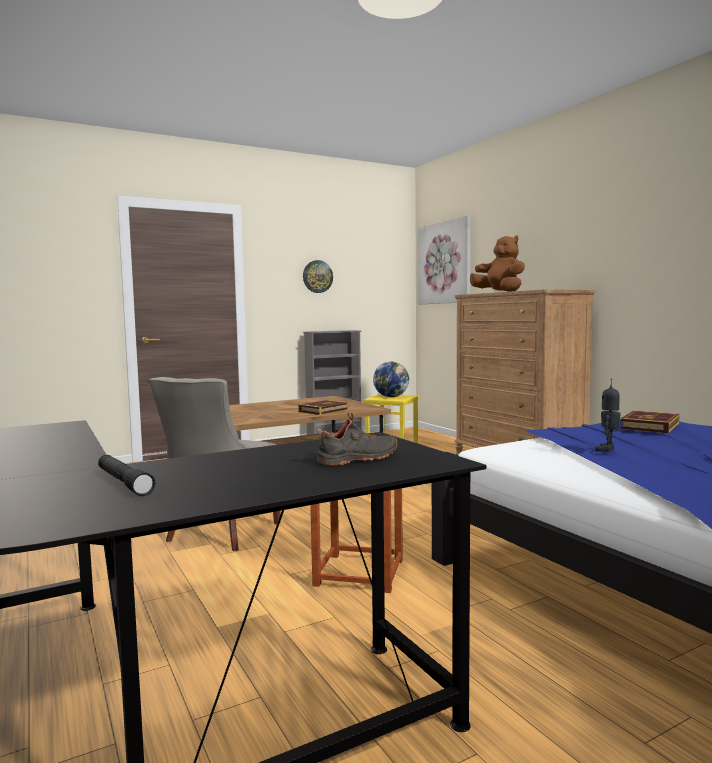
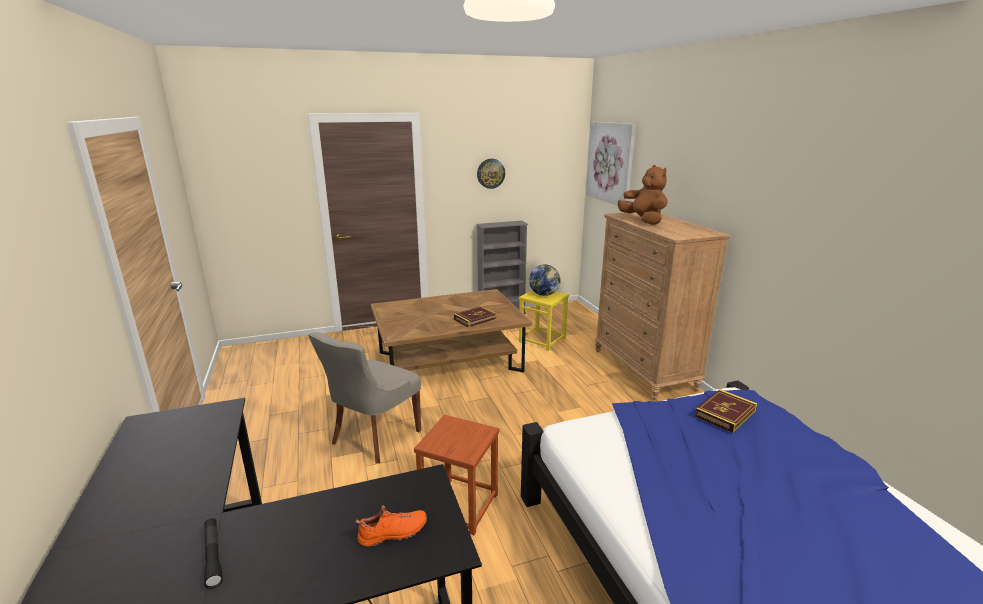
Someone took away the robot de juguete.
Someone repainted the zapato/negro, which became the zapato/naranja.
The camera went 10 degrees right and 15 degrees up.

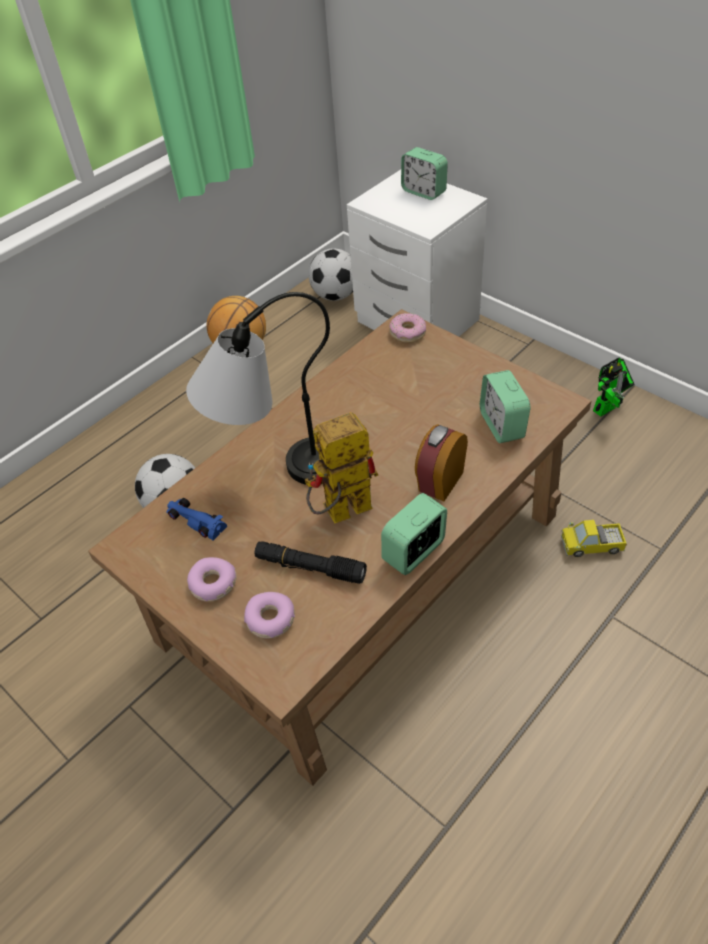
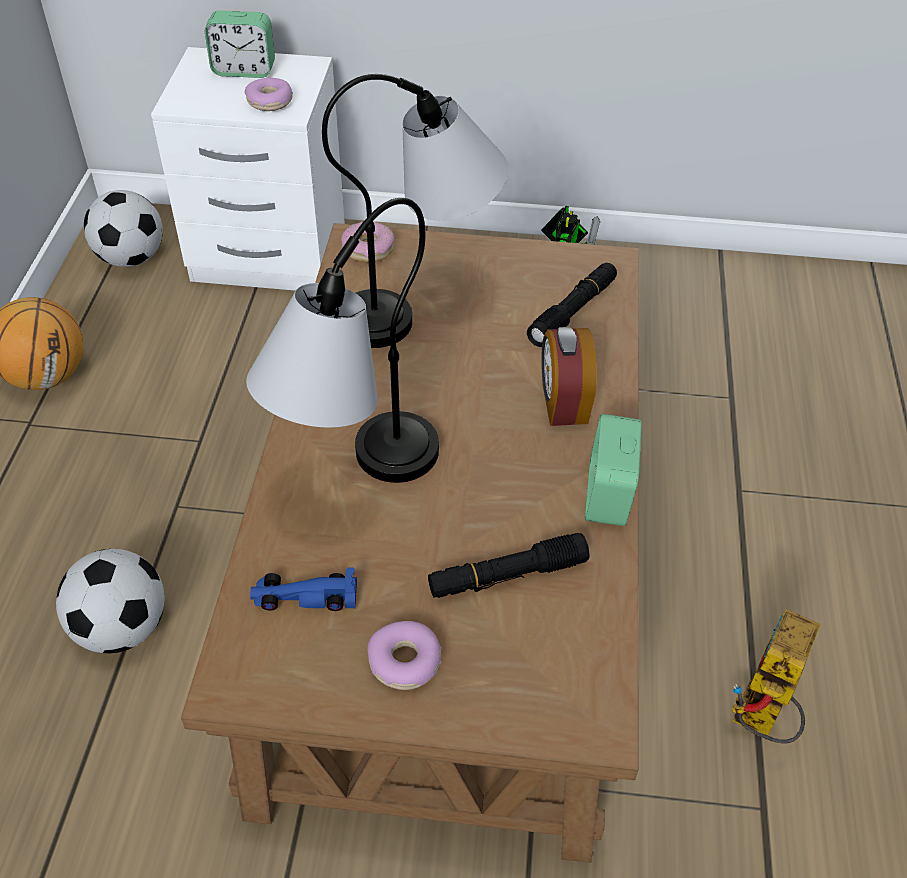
Someone swapped the despertador (no. 4 from left) for the linterna/negro (no. 2 from left).
Someone carried the robot de juguete (no. 1 from left in the first image).
Someone took away the camión de juguete.
Someone carried the rosquilla (no. 2 from left in the first image).
Someone put down the lámpara de mesa (no. 2 from left).
The camera went 40 degrees left and 0 degrees up.

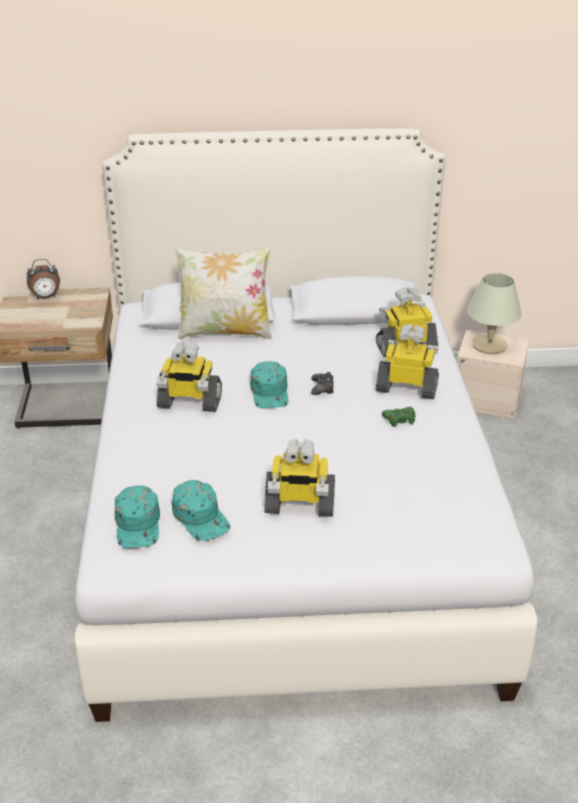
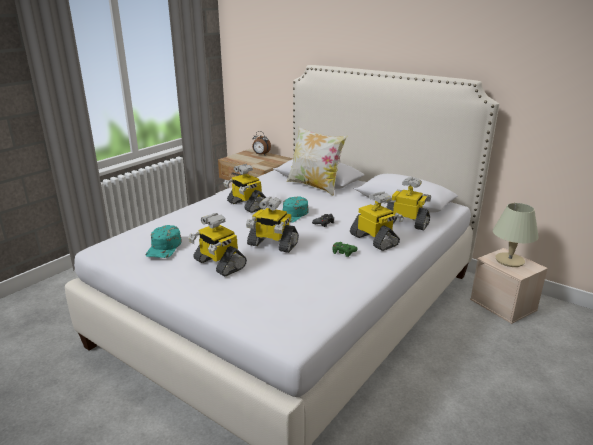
Someone took away the gorra/turquesa (no. 1 from left).
Someone put down the robot de juguete (no. 3 from left).
The camera went 40 degrees right and 10 degrees down.

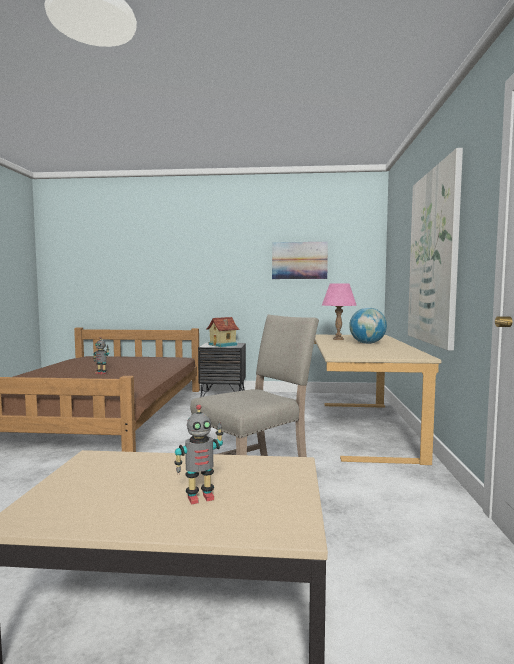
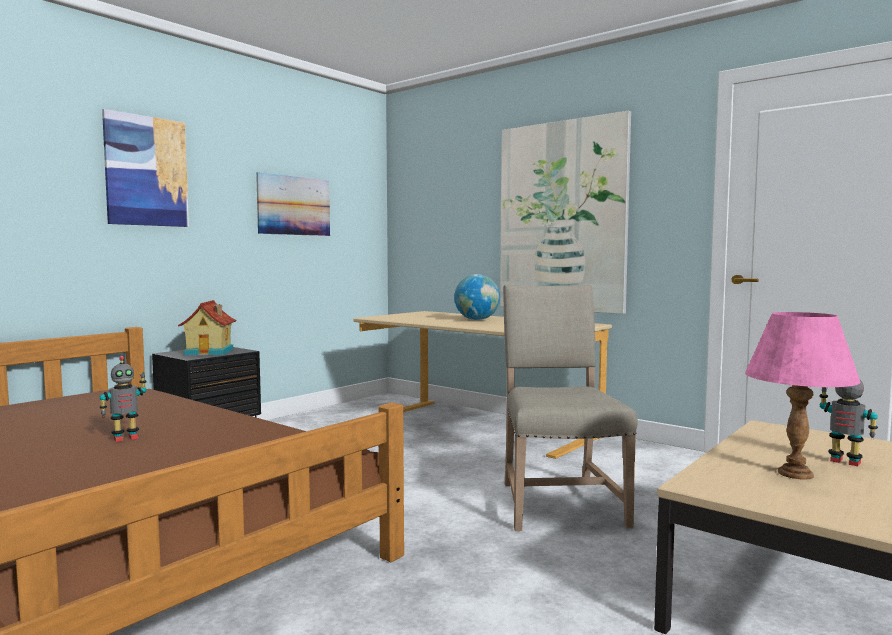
Someone carried the lámpara de mesa/rosa.
Someone rotated the robot de juguete (no. 2 from left) by 60 degrees counterclockwise.
Someone put up the cuadro (no. 1 from left).
The camera went 55 degrees left and 0 degrees up.

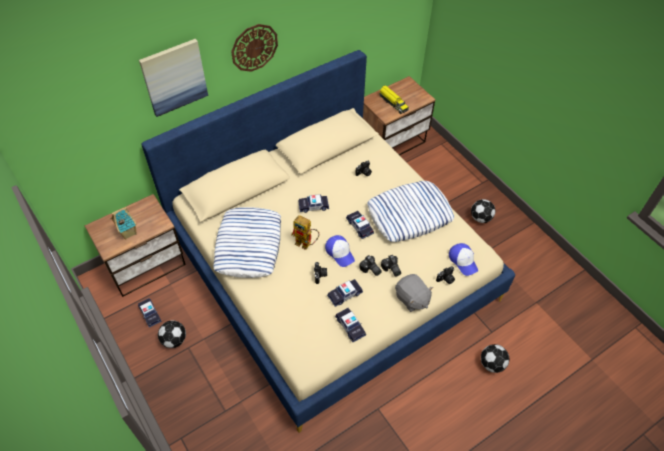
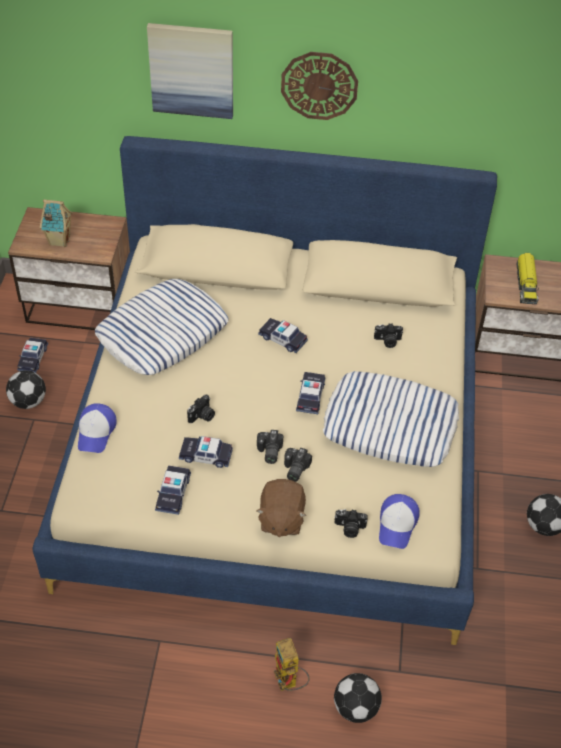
Someone carried the robot de juguete.
Someone carried the gorra (no. 1 from left).
Someone repainted the peluche/gris, which became the peluche/marrón.
The camera went 40 degrees right and 5 degrees down.

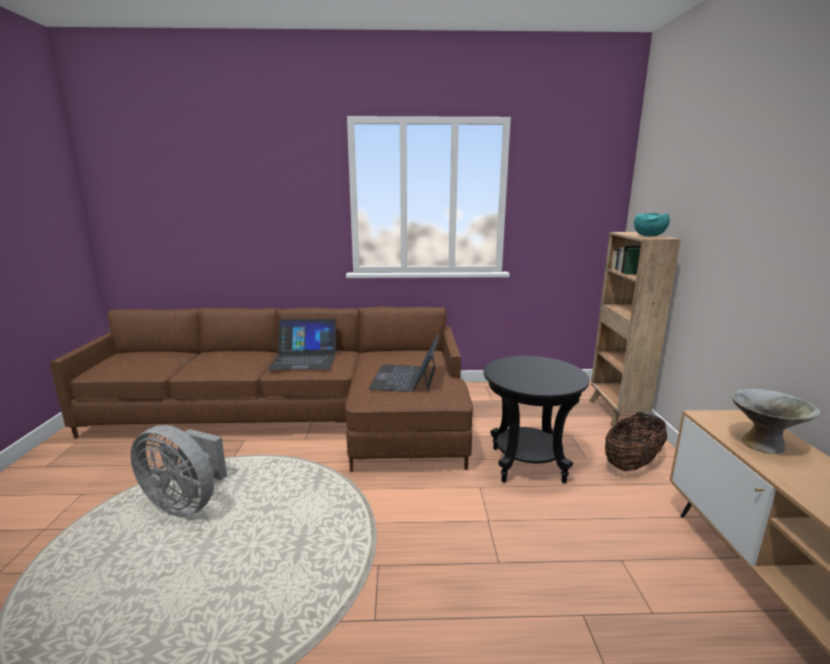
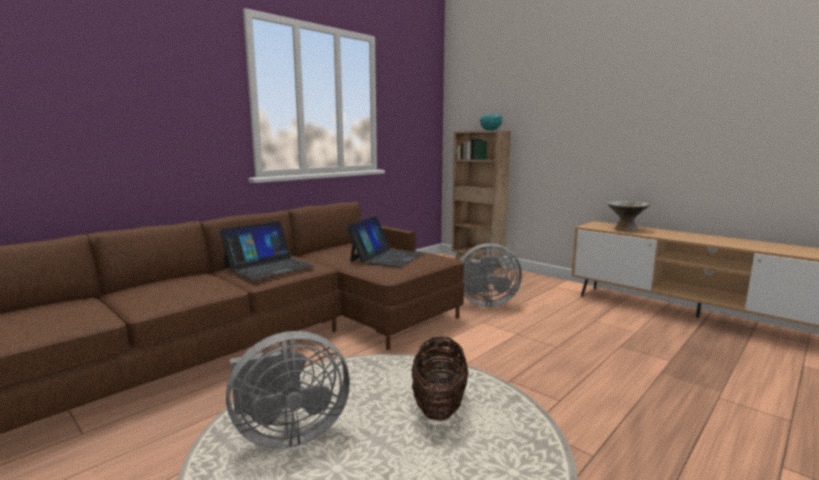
Someone rotated the portátil (no. 2 from left) by 120 degrees counterclockwise.
Someone swapped the mesa auxiliar/negro for the ventilador/gris (no. 2 from left).
Someone carried the cesta.
The camera went 45 degrees left and 5 degrees down.

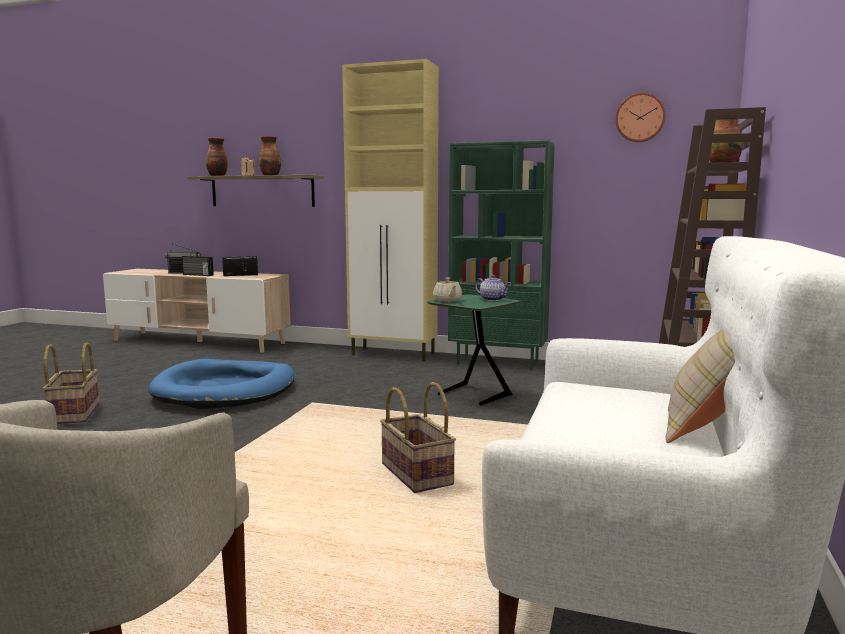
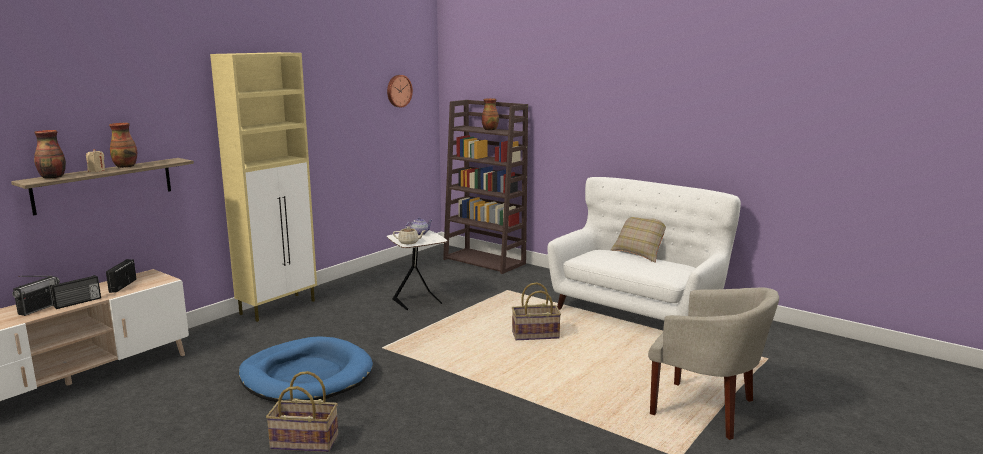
Someone took away the estantería/verde.
Someone repainted the mesa auxiliar/verde, which became the mesa auxiliar/blanco.
The camera went 70 degrees left and 5 degrees up.

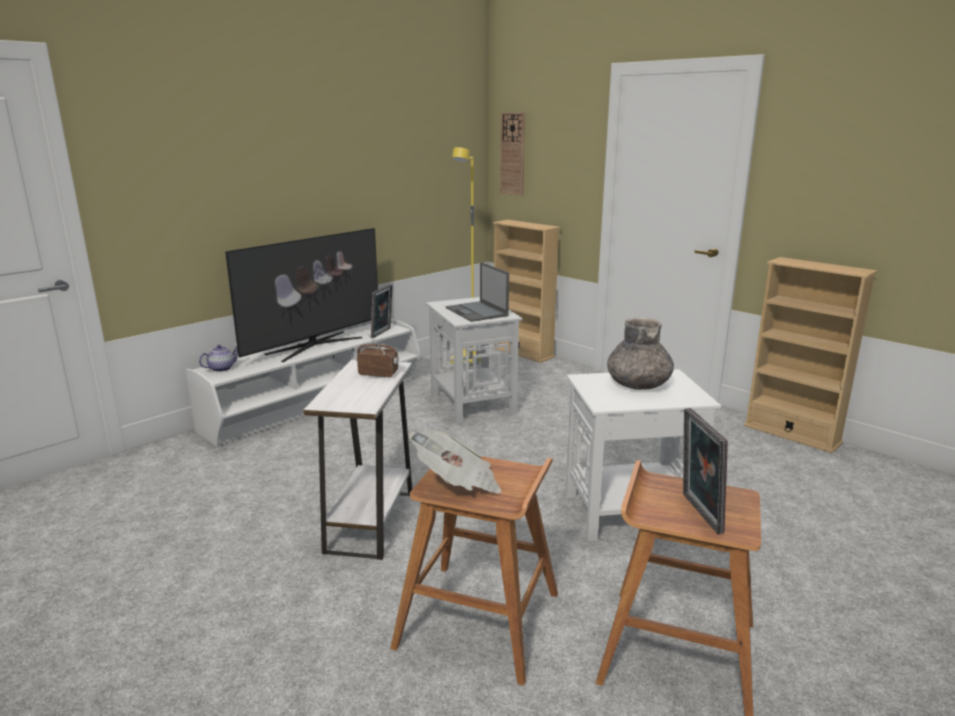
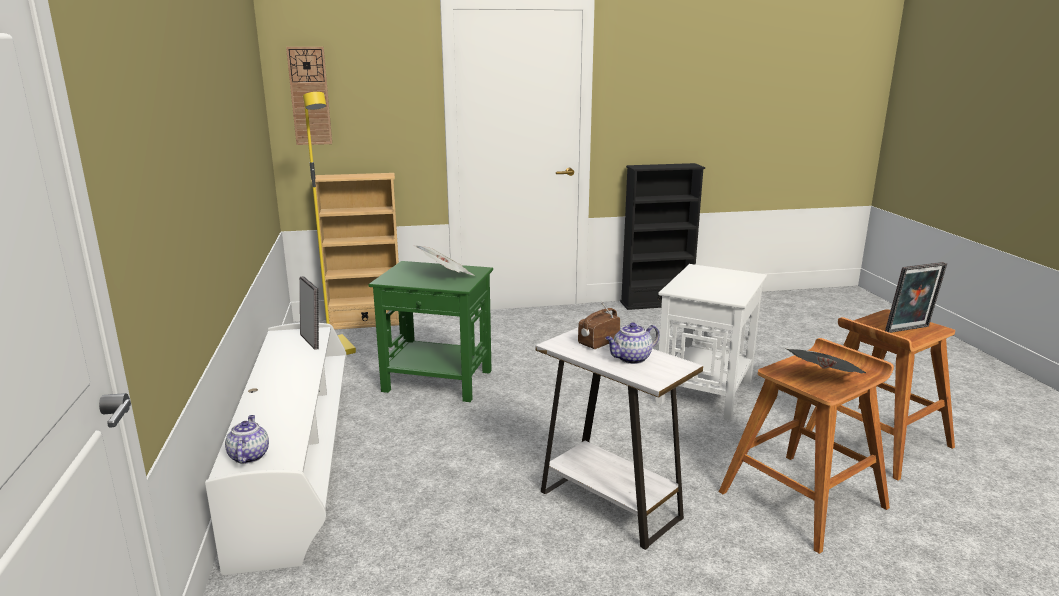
Someone took away the televisor.
Someone repainted the estantería/beis (no. 2 from left), which became the estantería/negro.
Someone swapped the portátil for the periódico (no. 1 from left).
Someone repainted the mesa auxiliar/blanco (no. 2 from left), which became the mesa auxiliar/verde.
Someone took away the florero/gris.
Someone rotated the portarretratos (no. 2 from left) by 45 degrees counterclockwise.
Someone put down the tetera (no. 2 from left).
The camera went 55 degrees left and 0 degrees up.

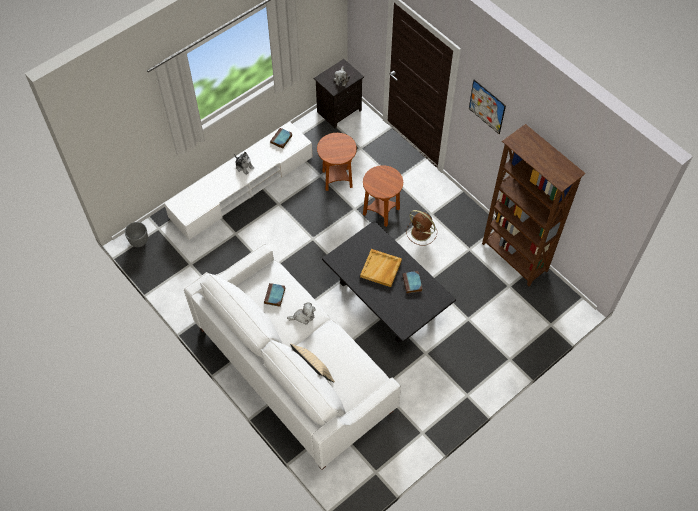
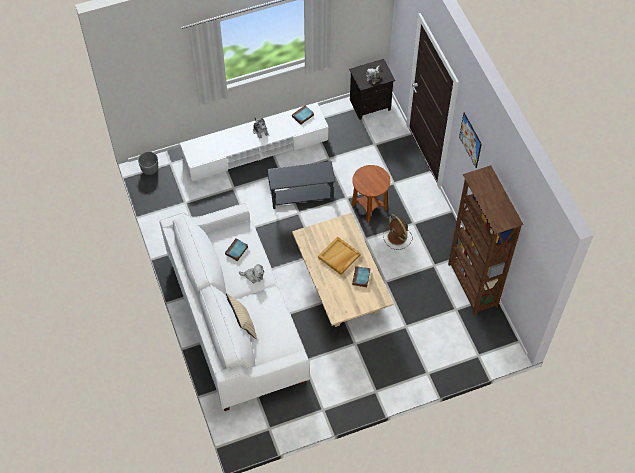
Someone took away the mesa auxiliar/marrón (no. 1 from left).
Someone repainted the mesa de centro/negro, which became the mesa de centro/beis.
Someone put down the mesa auxiliar/gris.
The camera went 20 degrees right and 0 degrees up.

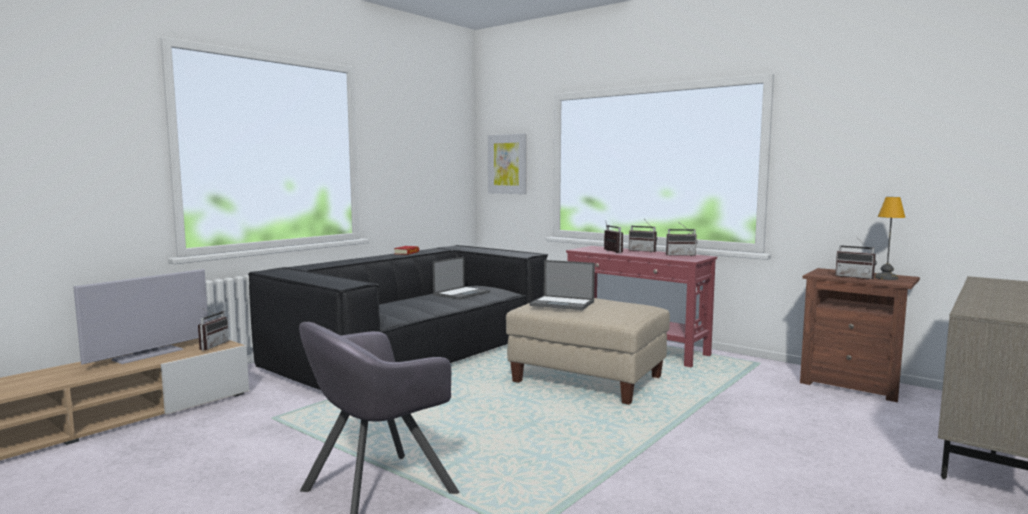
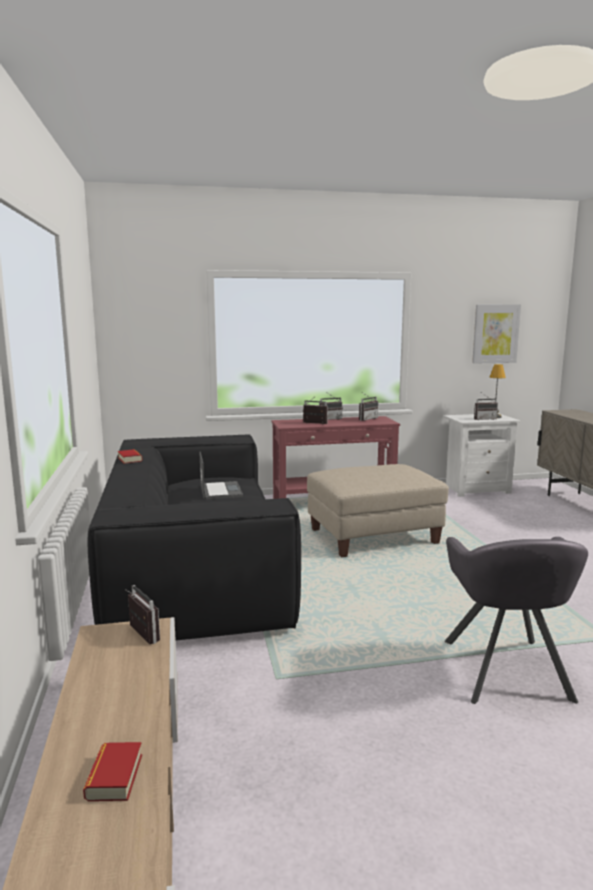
Someone carried the cuadro.
Someone took away the portátil (no. 2 from left).
Someone repainted the mesita de noche/marrón, which became the mesita de noche/blanco.
Someone took away the televisor.
Someone put down the libro (no. 1 from left).
The camera went 50 degrees left and 5 degrees up.

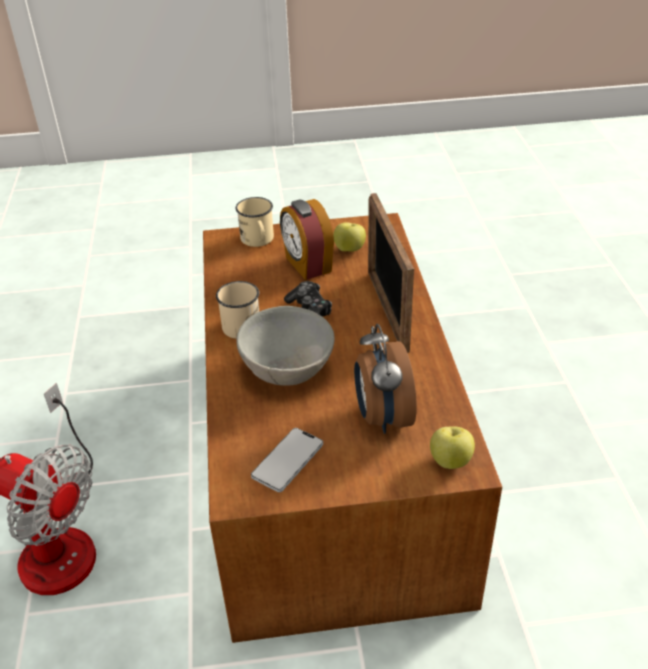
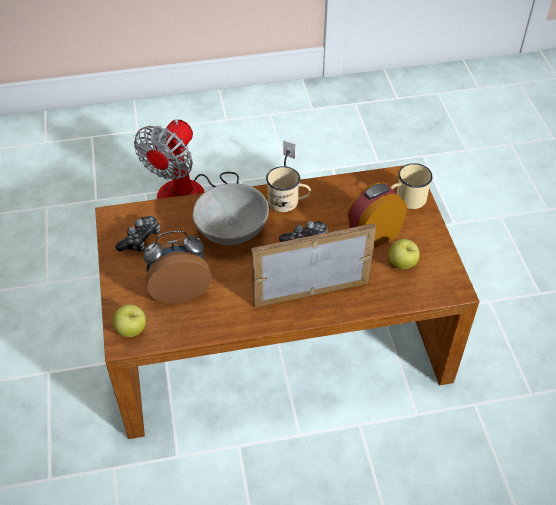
Someone swapped the móvil for the mando de consola (no. 1 from left).
The camera went 85 degrees right and 10 degrees up.

